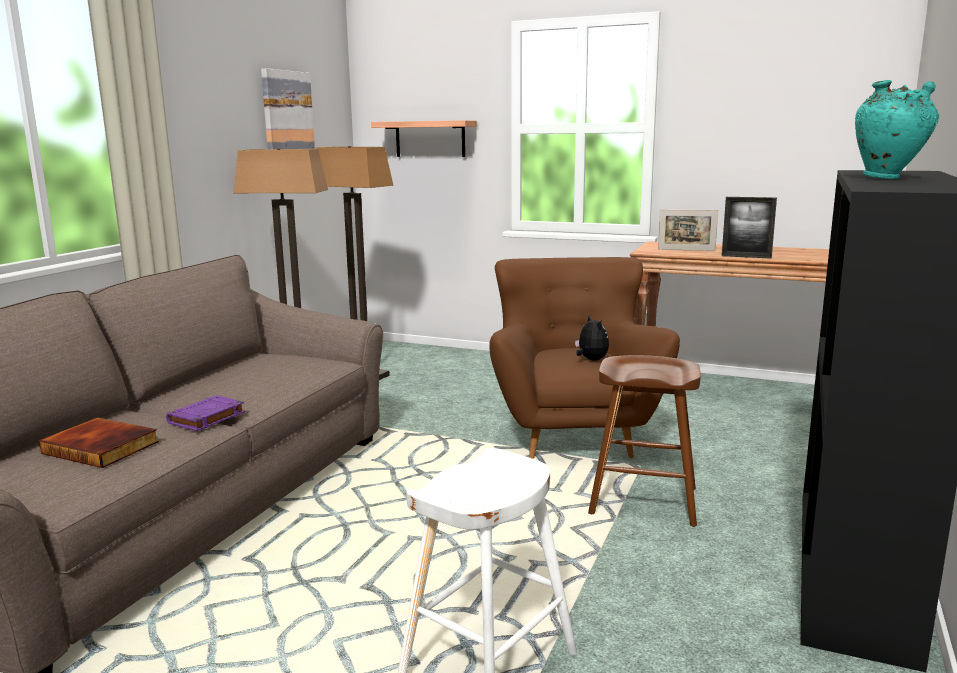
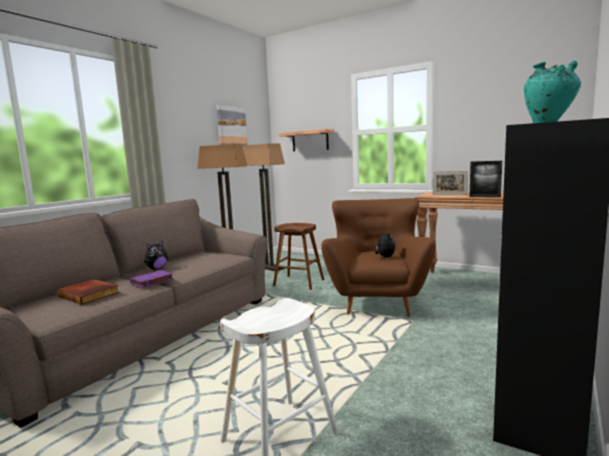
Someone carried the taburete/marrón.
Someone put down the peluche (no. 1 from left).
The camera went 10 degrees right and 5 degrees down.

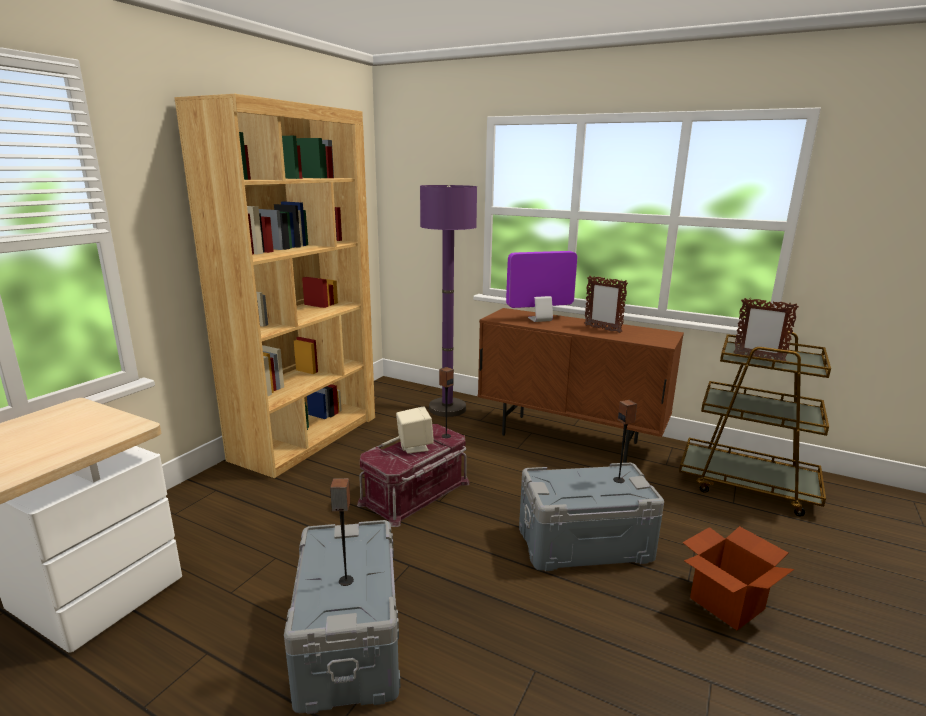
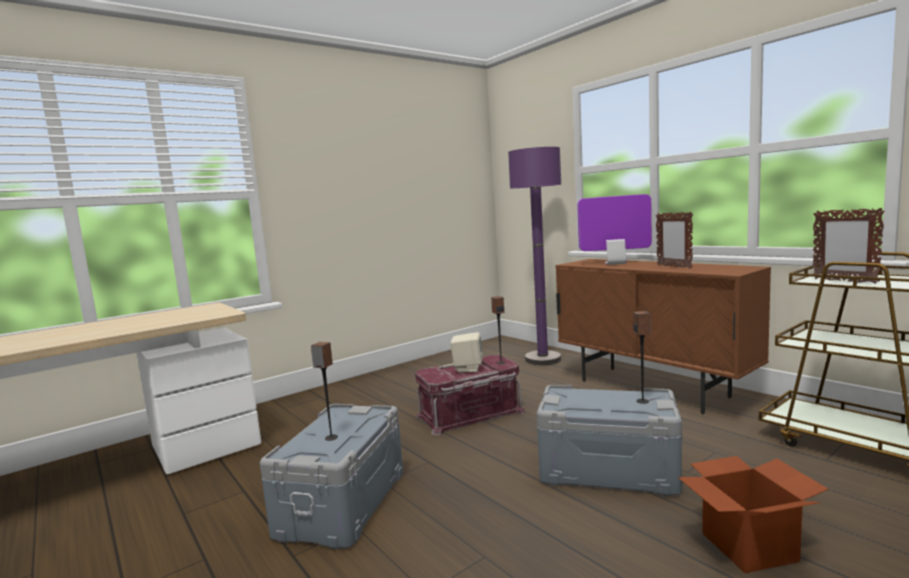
Someone took away the estantería/marrón.
The camera went 25 degrees right and 10 degrees down.

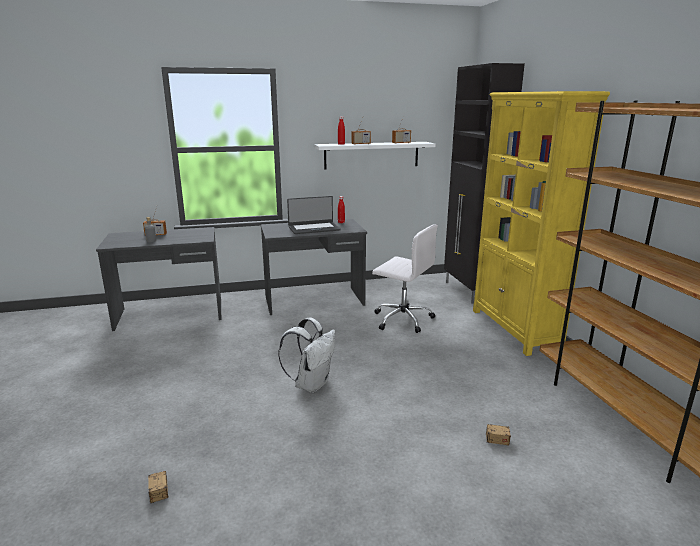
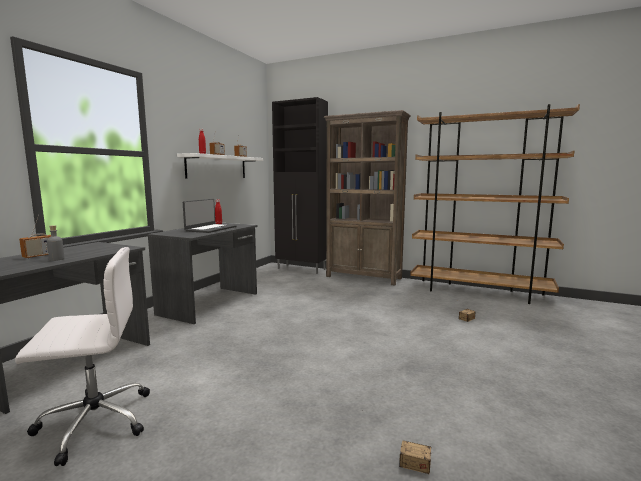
Someone repainted the estantería/amarillo, which became the estantería/marrón (no. 1 from left).
Someone carried the silla de oficina/blanco.
Someone took away the mochila/blanco.
The camera went 50 degrees left and 10 degrees down.

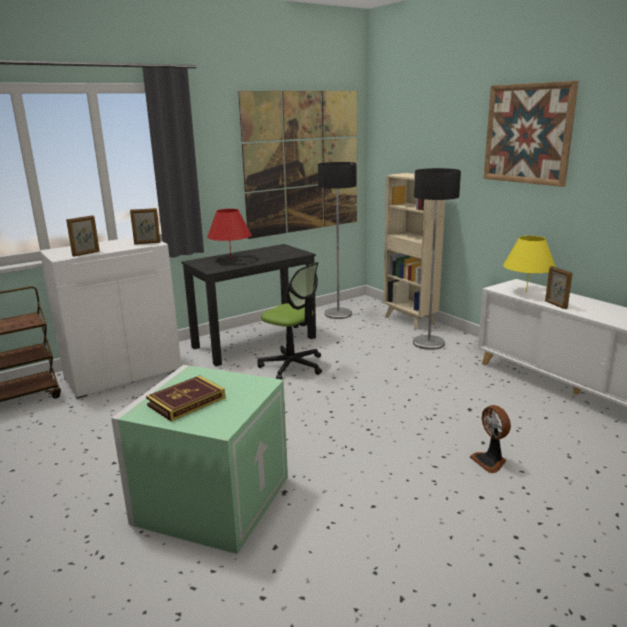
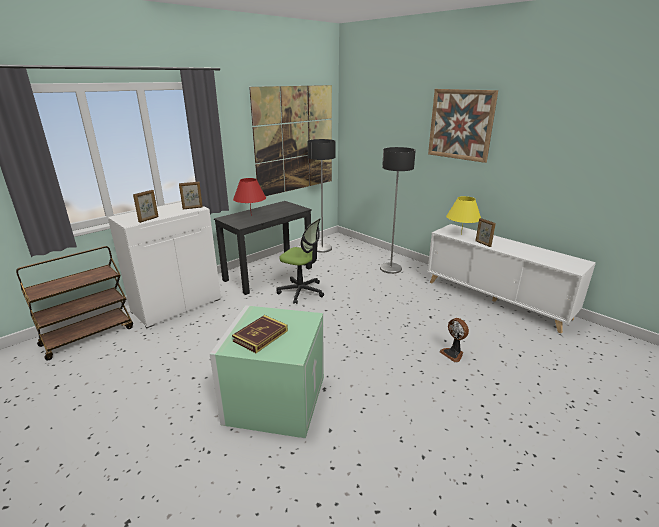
Someone took away the estantería/beis.
The camera went 10 degrees left and 5 degrees up.

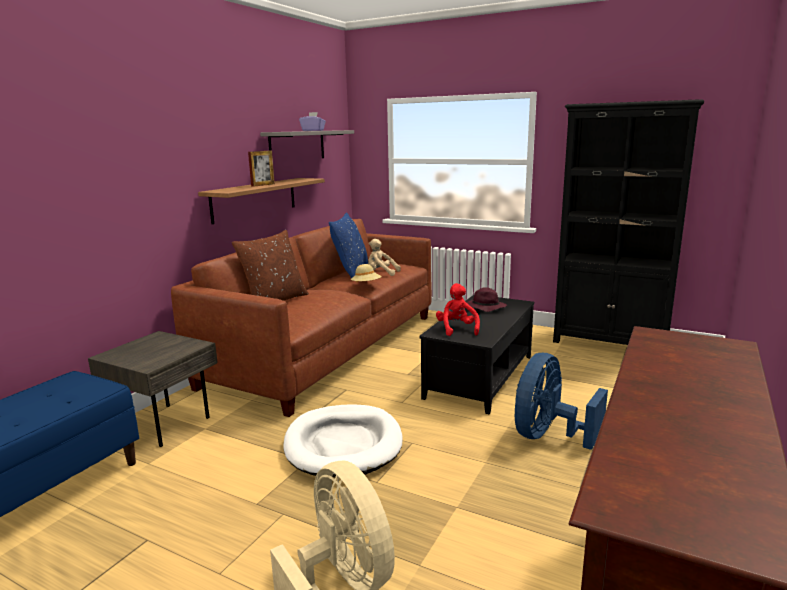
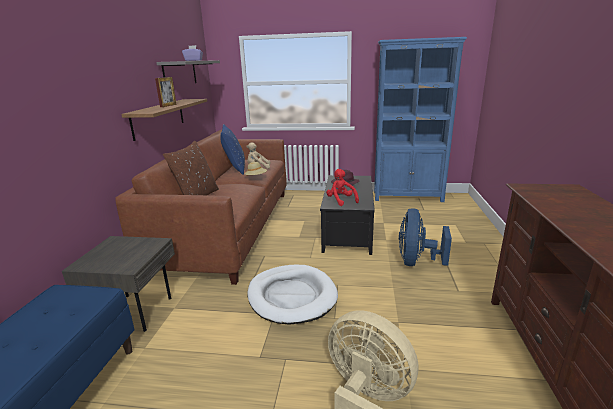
Someone repainted the estantería/negro, which became the estantería/azul.
The camera went 20 degrees left and 5 degrees up.

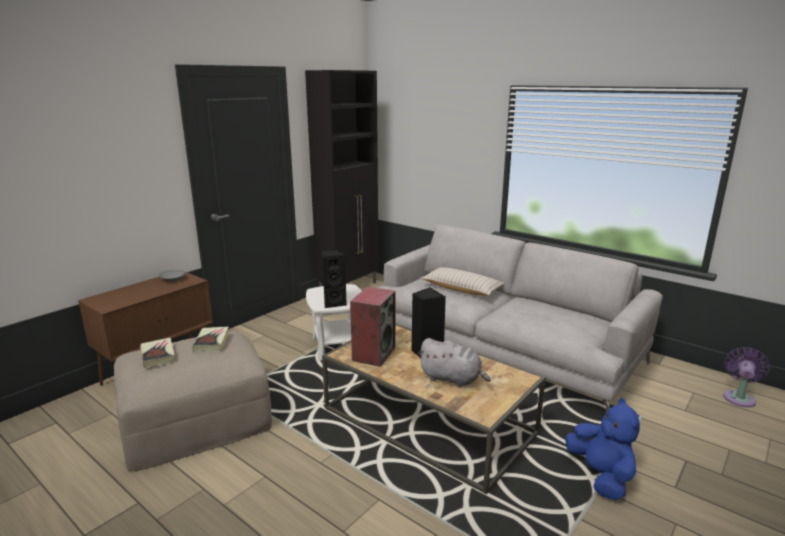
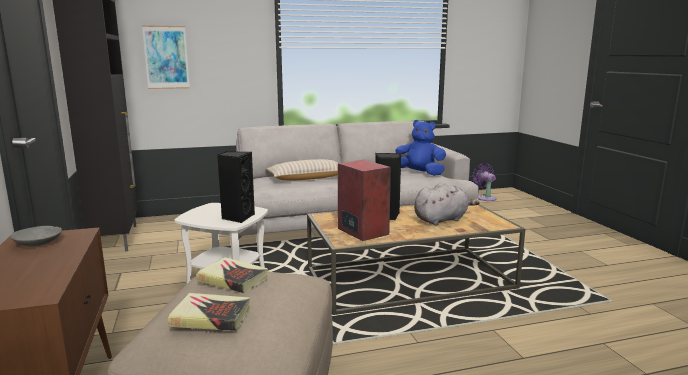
Someone carried the peluche/azul.
Someone put up the cuadro.
The camera went 55 degrees left and 5 degrees down.

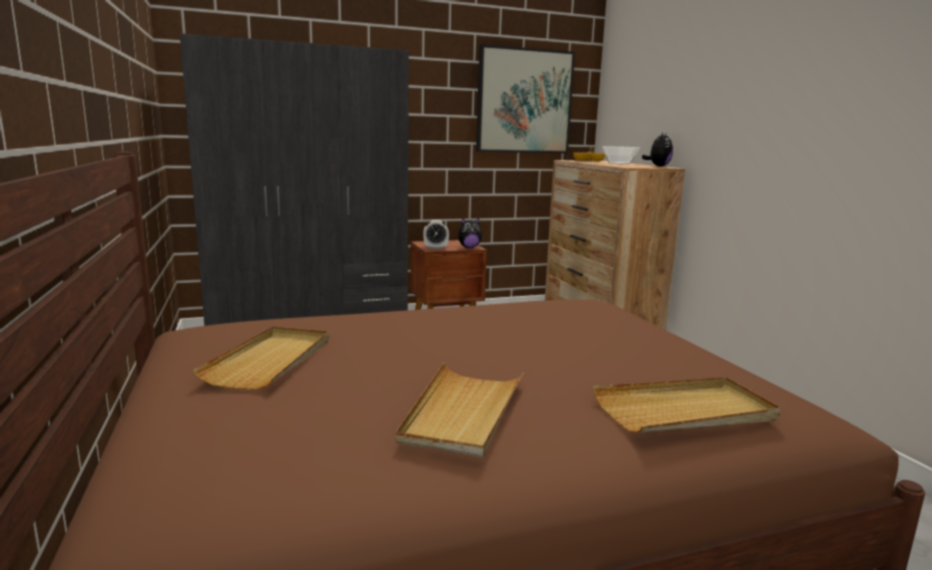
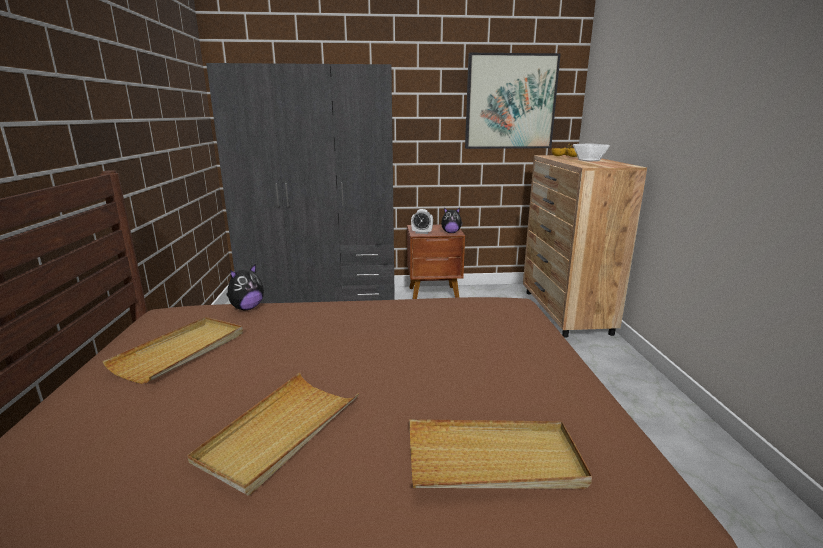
Someone carried the peluche (no. 2 from left in the first image).
The camera went 15 degrees right and 5 degrees up.

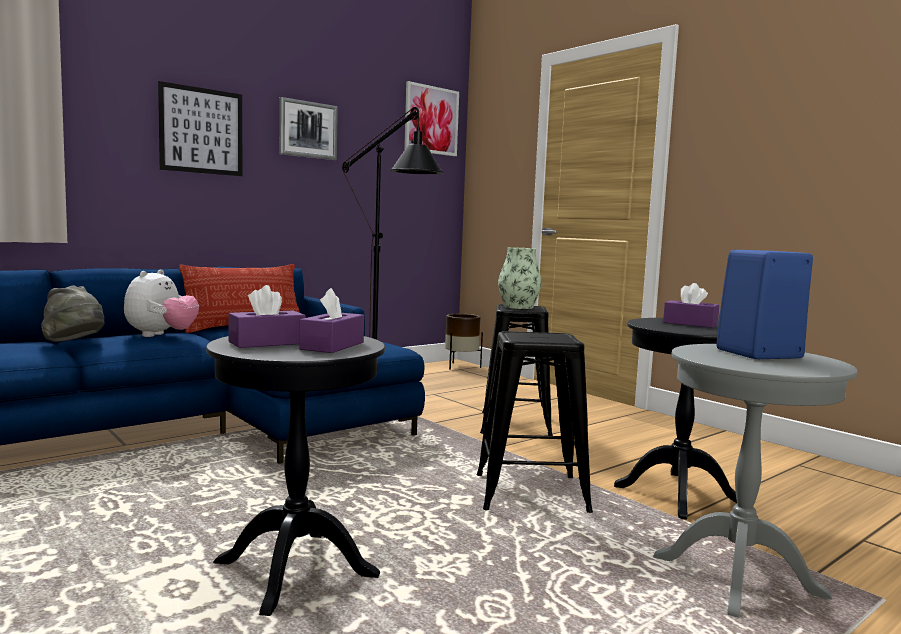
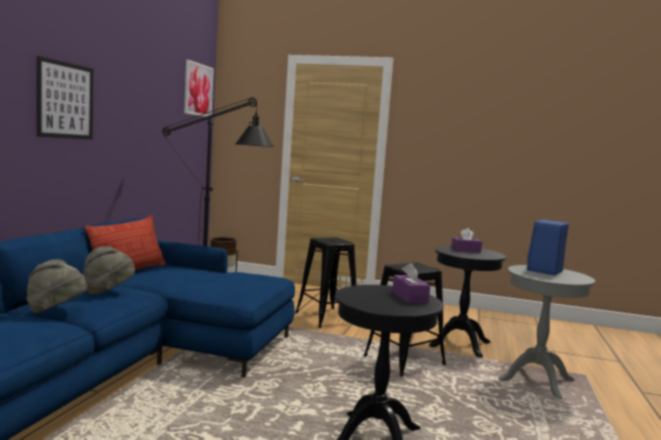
Someone took away the cuadro (no. 2 from left).
Someone took away the florero.
Someone swapped the peluche for the sombrero/gris (no. 2 from left).
Someone took away the caja de pañuelos/morado (no. 1 from left).
The camera went 35 degrees left and 0 degrees up.

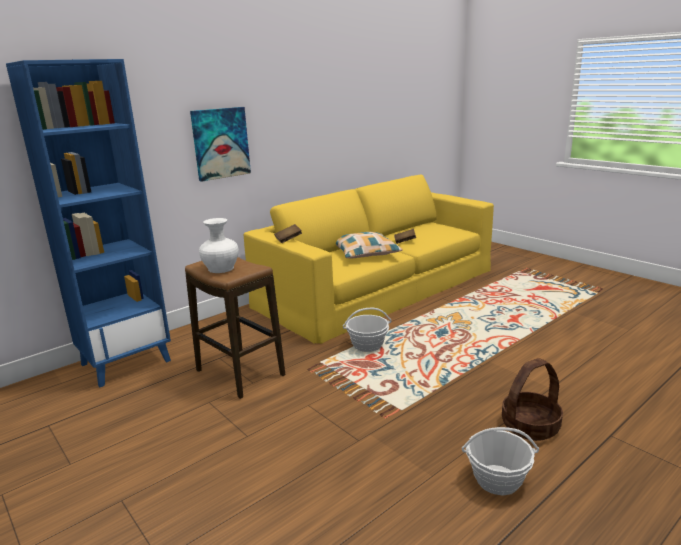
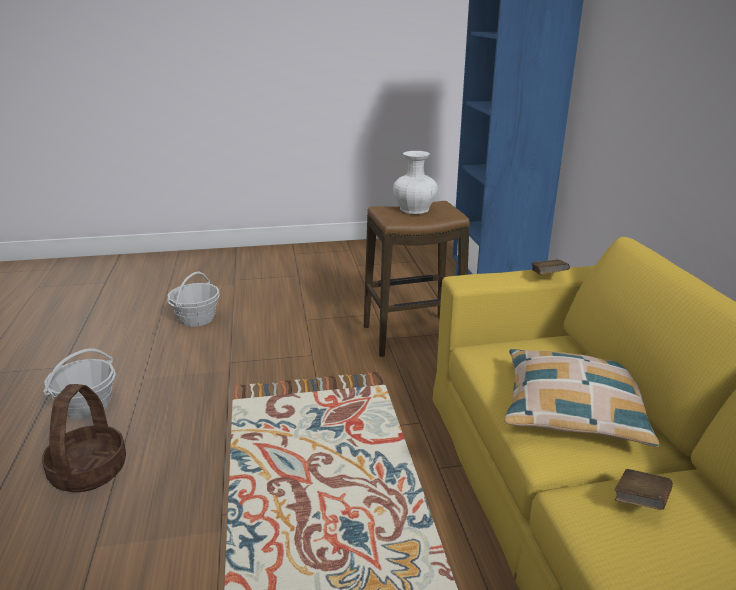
Someone took away the cuadro.
Someone carried the cesta (no. 1 from left in the first image).
The camera went 120 degrees right and 5 degrees up.

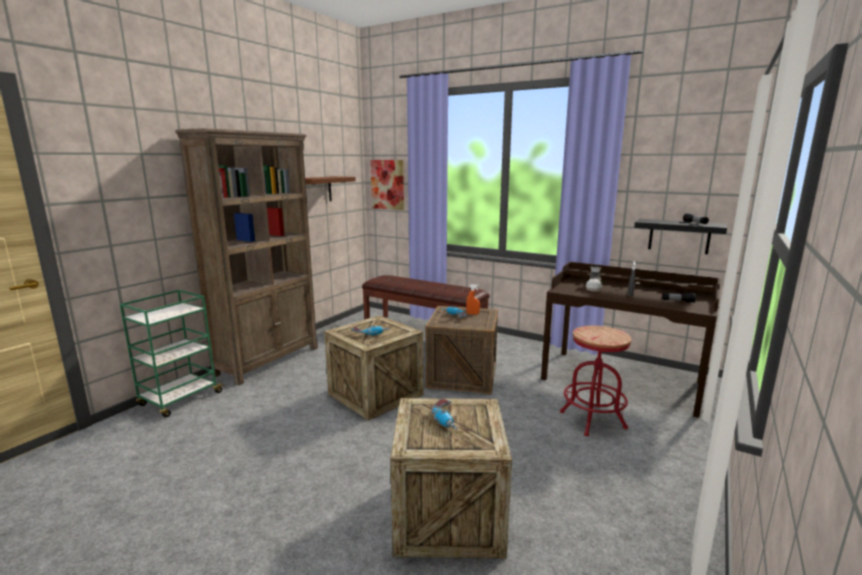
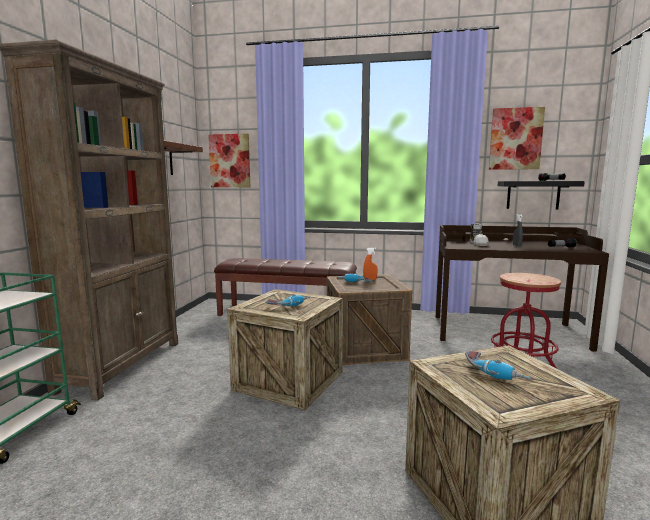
Someone put up the cuadro (no. 2 from left).
The camera went 20 degrees left and 5 degrees down.

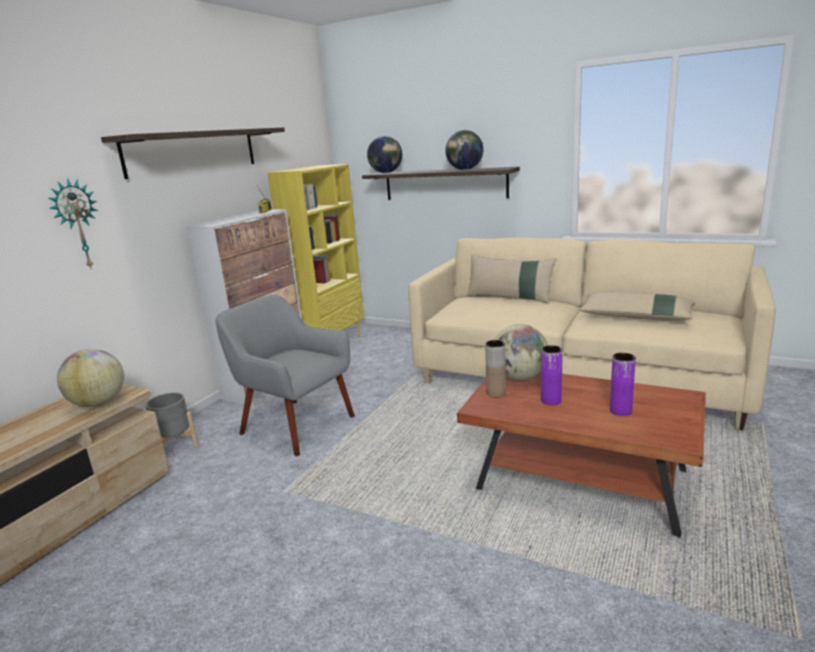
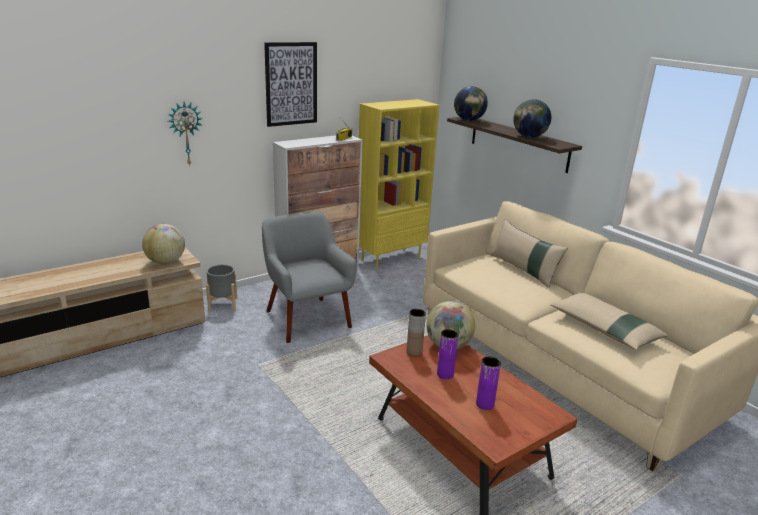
Someone swapped the estante (no. 1 from left) for the cuadro.
The camera went 25 degrees right and 5 degrees up.

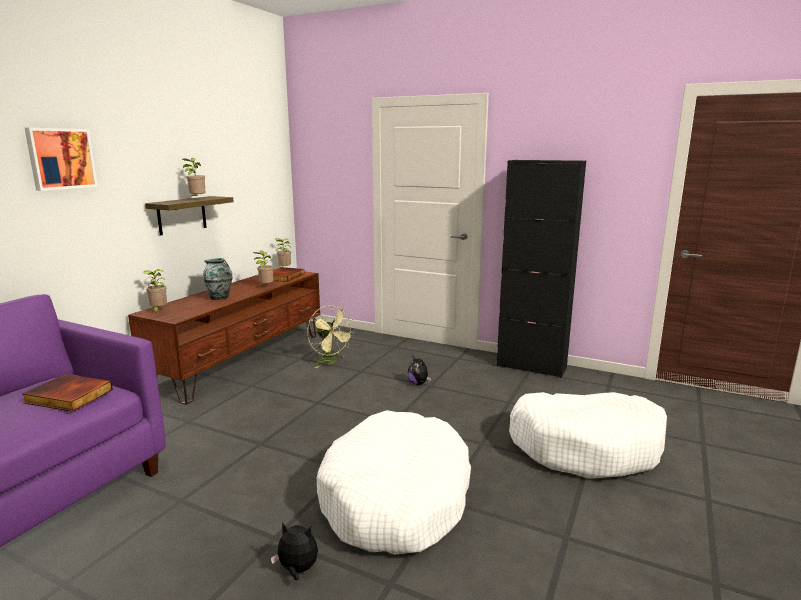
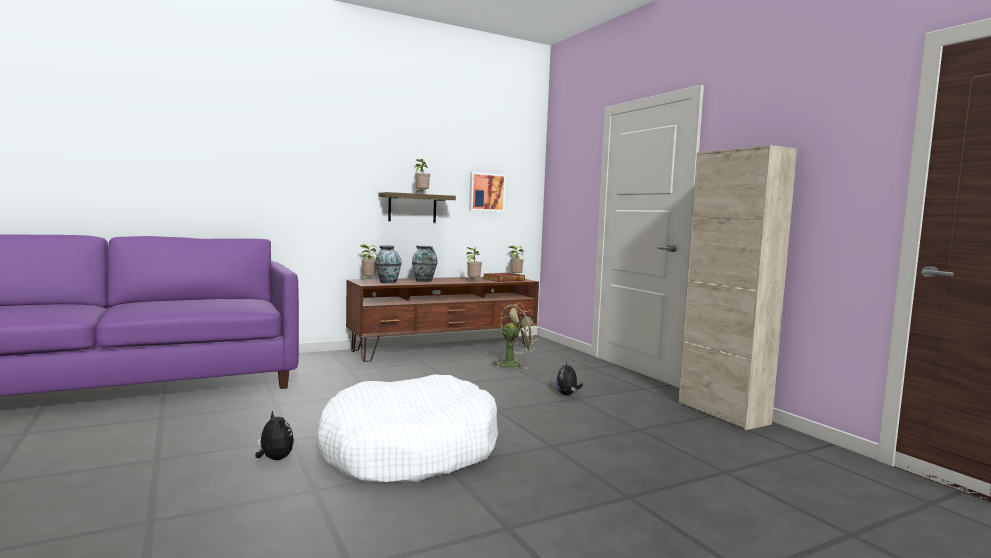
Someone carried the cuadro.
Someone repainted the armario/negro, which became the armario/beis.
Someone rotated the ventilador/verde by 120 degrees counterclockwise.
Someone took away the libro (no. 1 from left).
Someone took away the cama para perro/blanco (no. 2 from left).
Someone put down the florero (no. 1 from left).
The camera went 35 degrees right and 10 degrees down.

